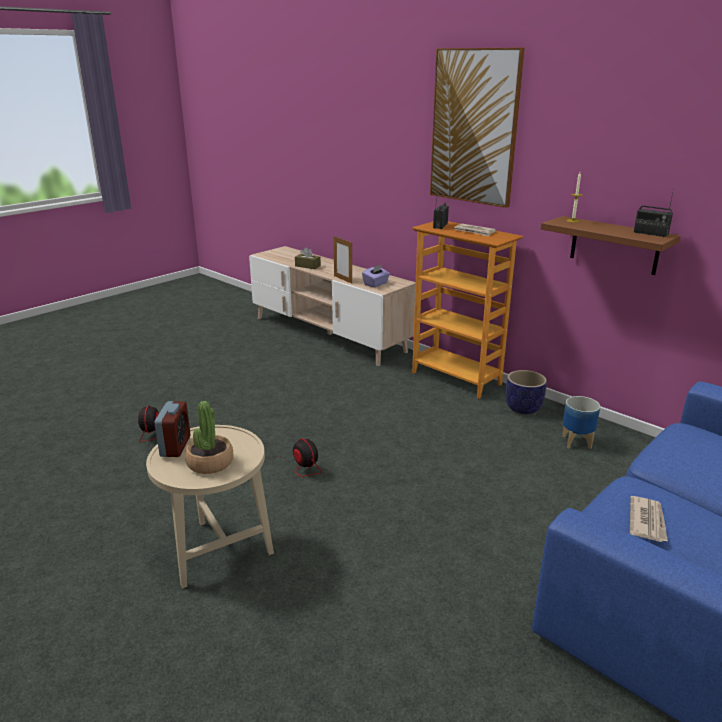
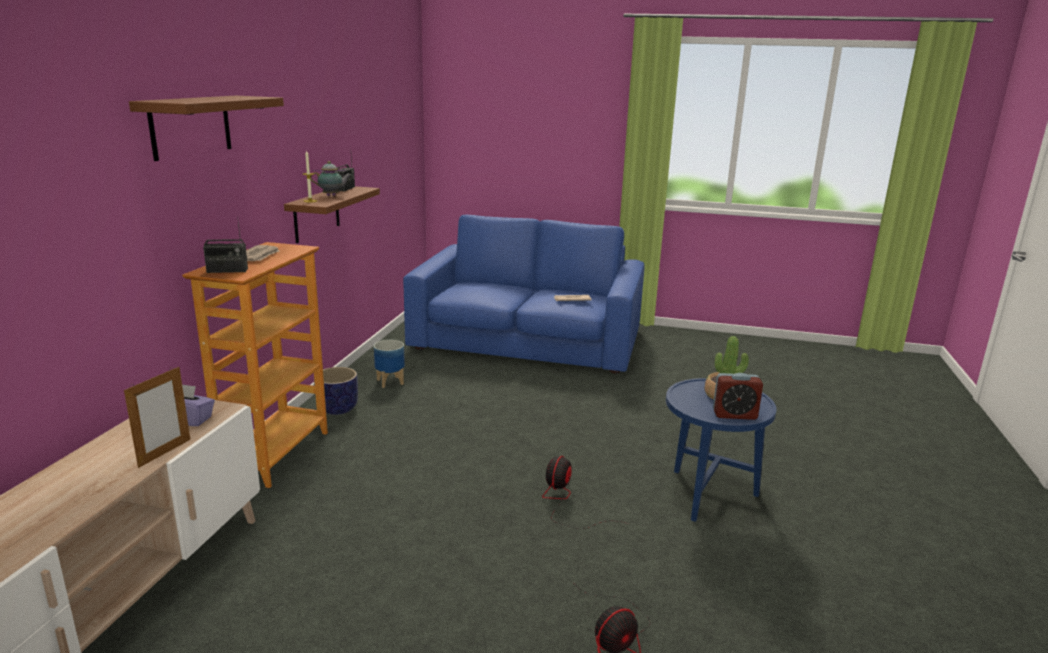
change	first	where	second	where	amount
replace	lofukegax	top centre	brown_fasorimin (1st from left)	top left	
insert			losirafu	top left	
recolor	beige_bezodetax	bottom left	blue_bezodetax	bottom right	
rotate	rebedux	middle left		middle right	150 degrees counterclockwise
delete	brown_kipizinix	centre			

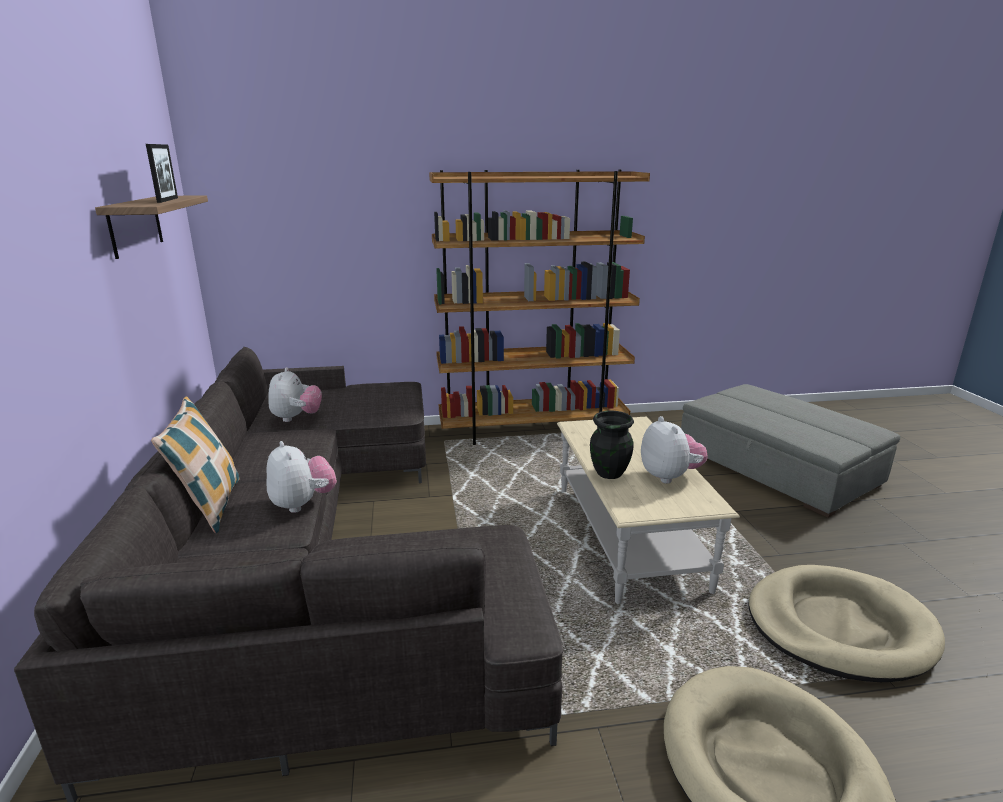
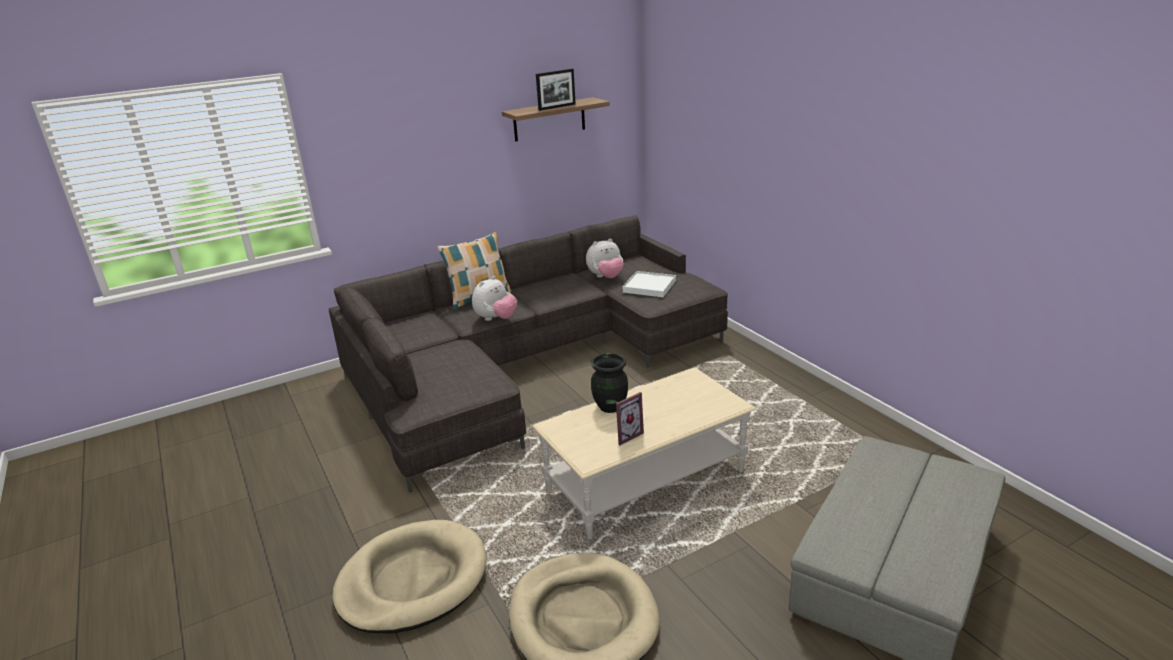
change	first	where	second	where	amount
replace	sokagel (3rd from left)	middle right	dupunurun (2nd from left)	centre	
insert			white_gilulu	centre	
delete	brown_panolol	centre			

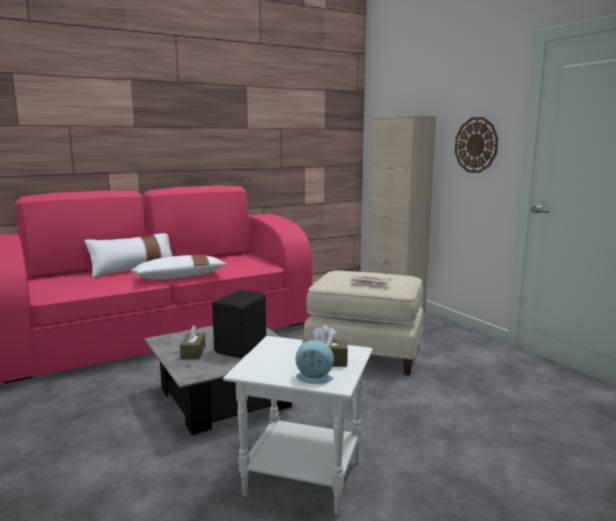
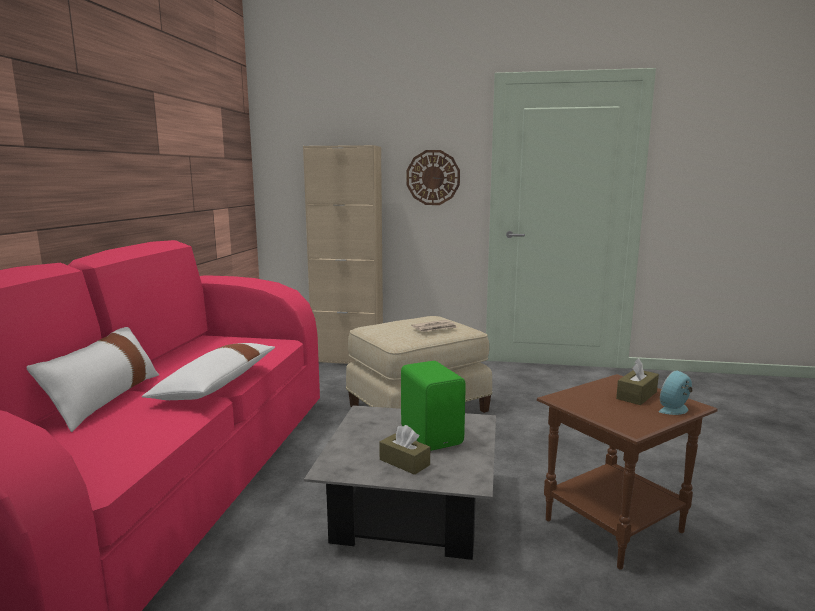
change	first	where	second	where	amount
recolor	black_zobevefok	centre	green_zobevefok	centre	
recolor	white_bezodetax	bottom centre	brown_bezodetax	bottom right	

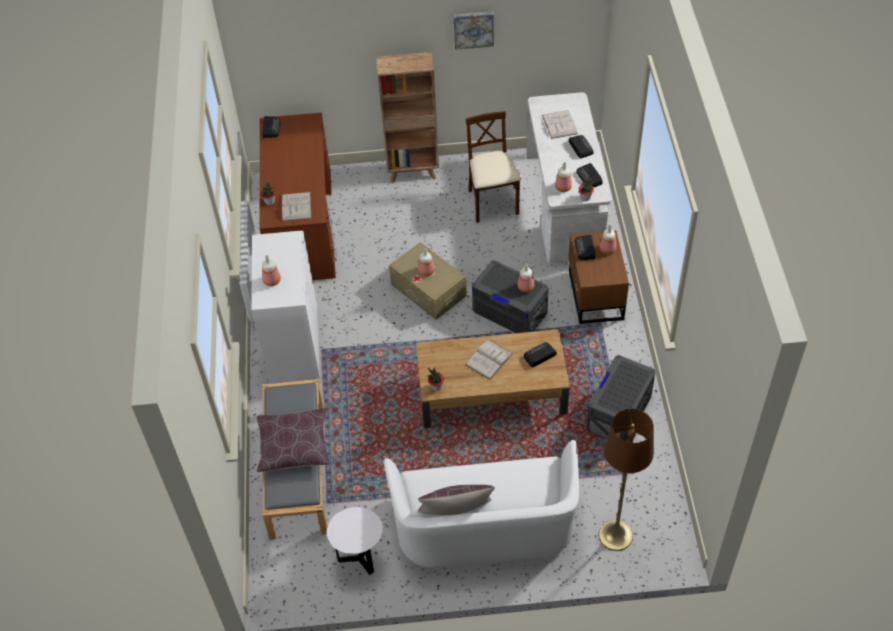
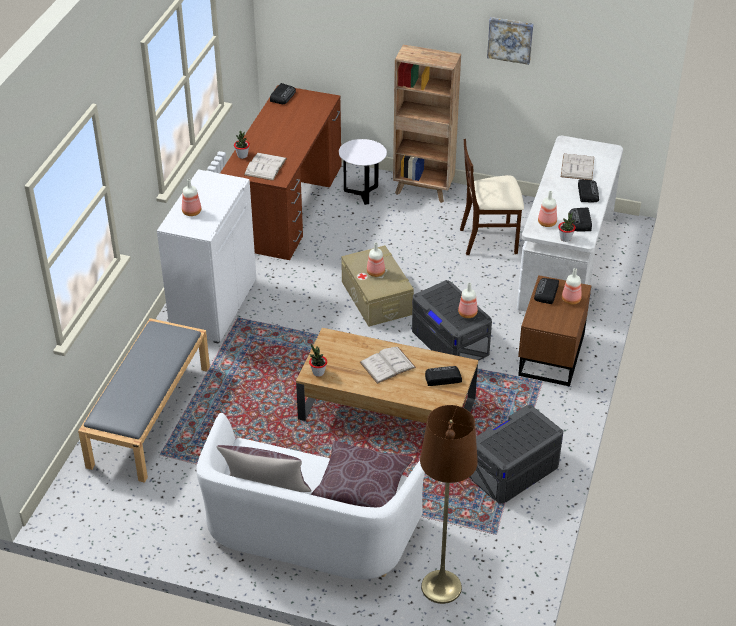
change	first	where	second	where	amount
move	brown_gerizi (1st from left in the first image)	bottom left	brown_gerizi (2nd from left)	bottom centre	
move	white_bezodetax	bottom centre		top centre	
rotate	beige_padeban	top centre		top right	105 degrees counterclockwise

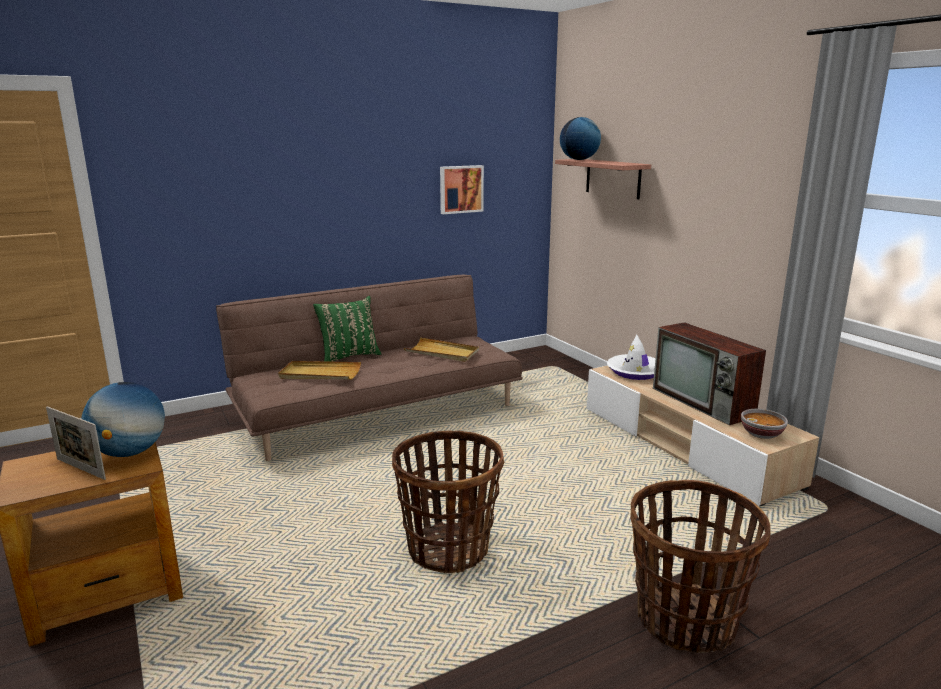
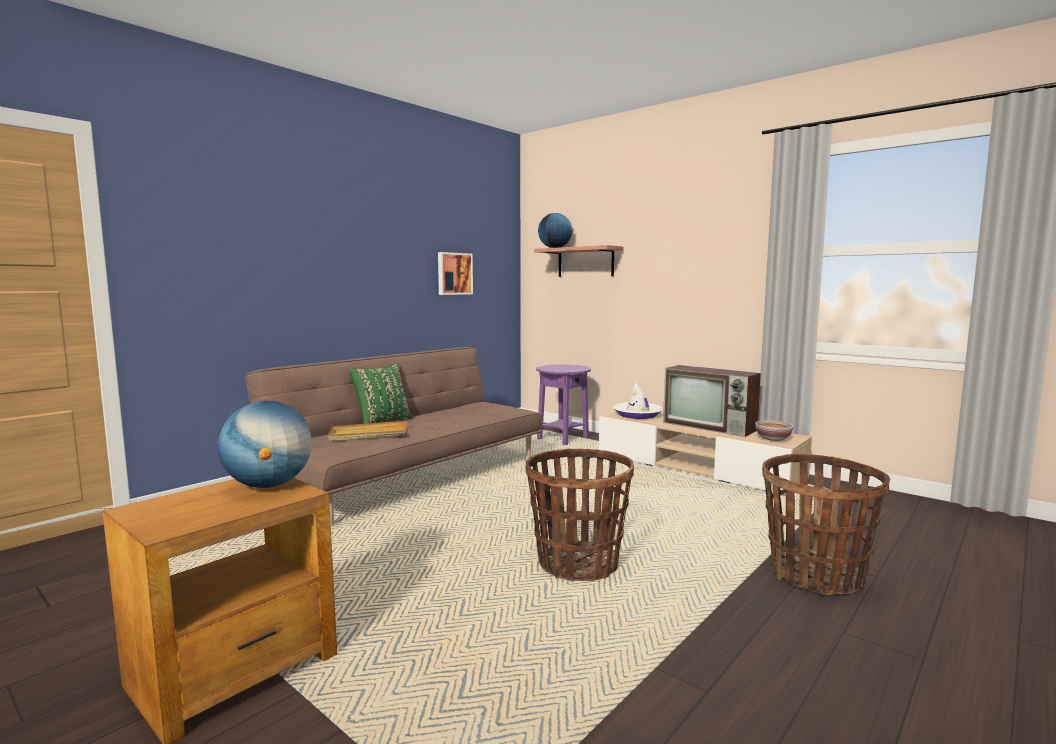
change	first	where	second	where	amount
insert			purple_bezodetax	centre	
delete	dupunurun	middle left			
delete	beige_gilulu (2nd from left)	centre			

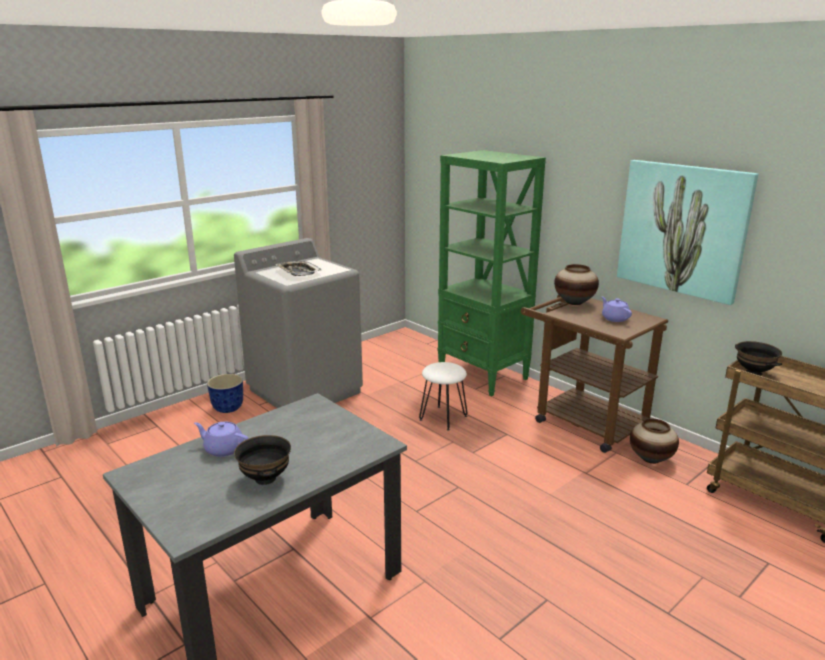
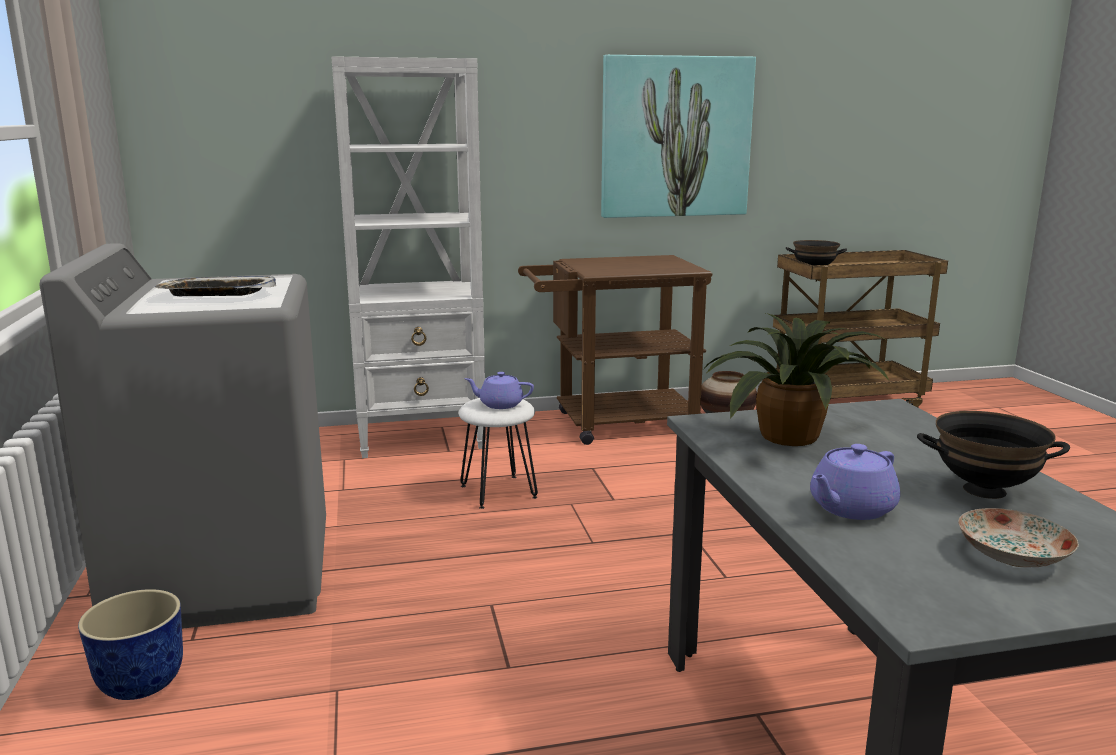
change	first	where	second	where	amount
recolor	green_panolol	centre	white_panolol	centre	
move	purple_losirafu (2nd from left in the first image)	middle right	purple_losirafu (1st from left)	centre	
insert			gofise	middle right	
insert			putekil	bottom right	
delete	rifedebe (1st from left)	middle right			

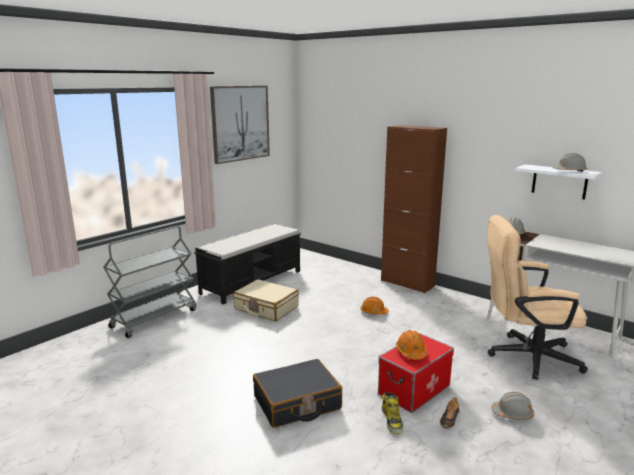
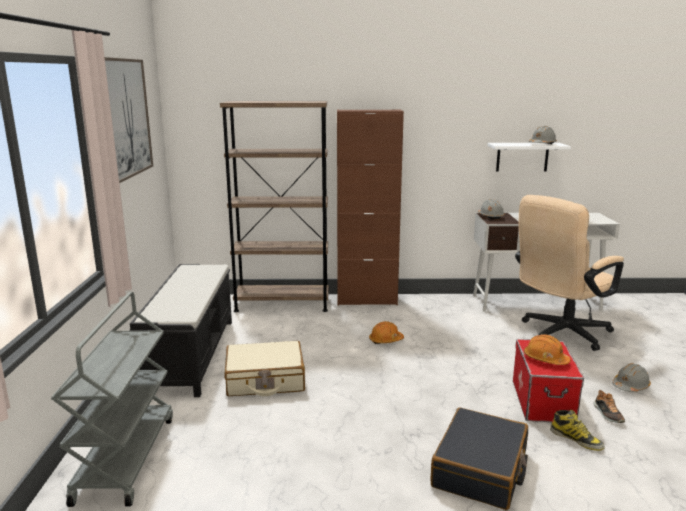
change	first	where	second	where	amount
insert			brown_panolol	centre	

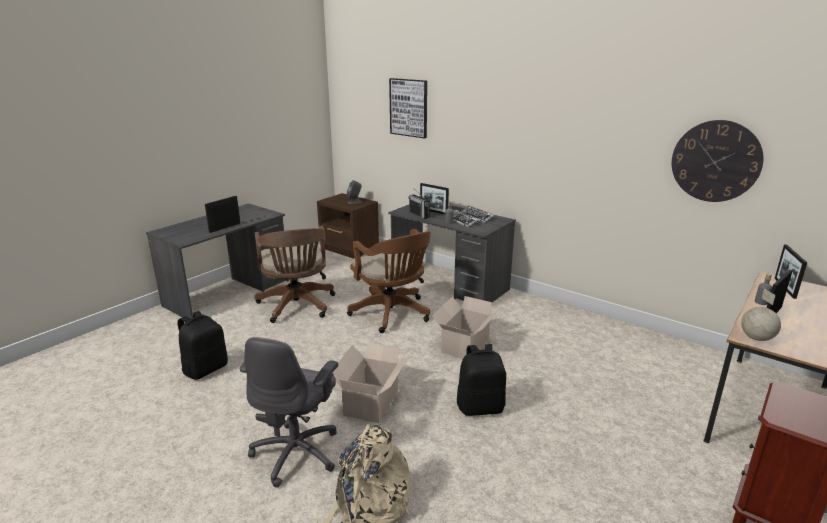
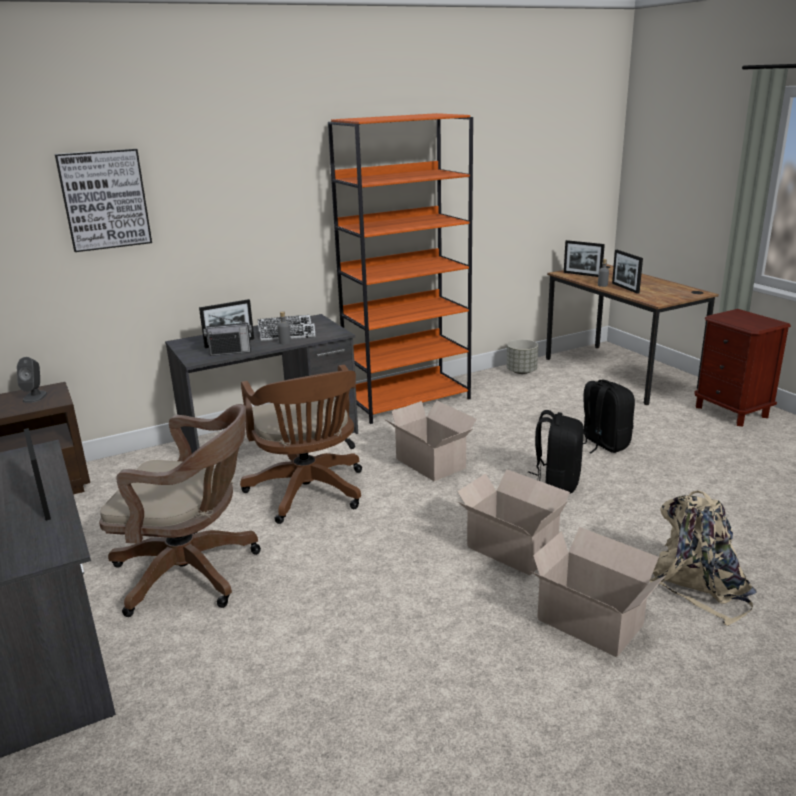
change	first	where	second	where	amount
rotate	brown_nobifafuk (2nd from left)	centre		centre	75 degrees clockwise
insert			orange_panolol	centre	
insert			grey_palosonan	centre	
replace	grey_nobifafuk	bottom centre	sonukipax (3rd from left)	bottom right	
move	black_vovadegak (1st from left in the first image)	middle left	black_vovadegak (2nd from left)	middle right	
delete	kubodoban	top right			
delete	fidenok	middle right			

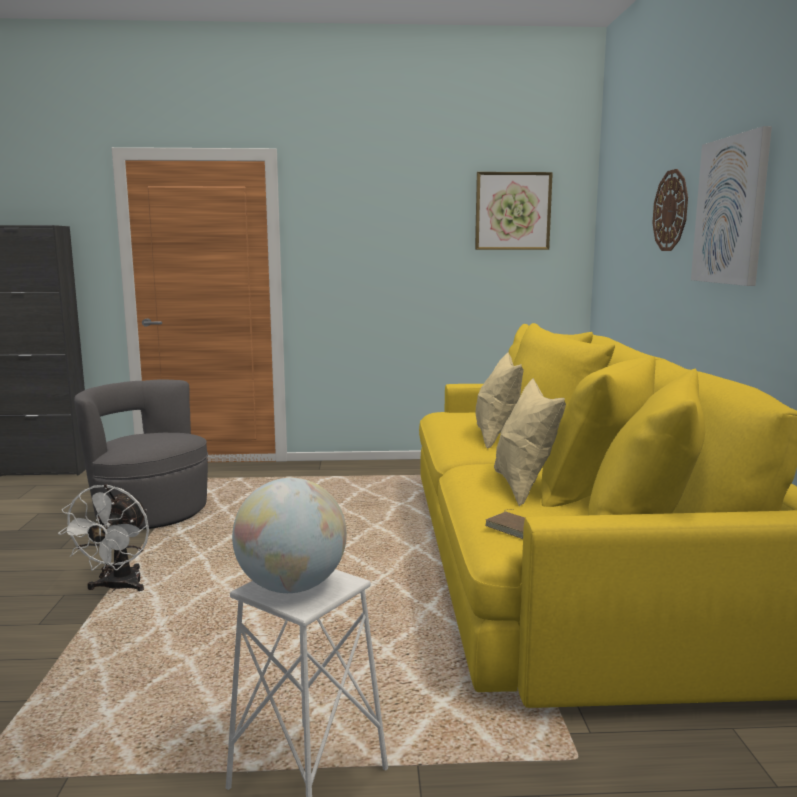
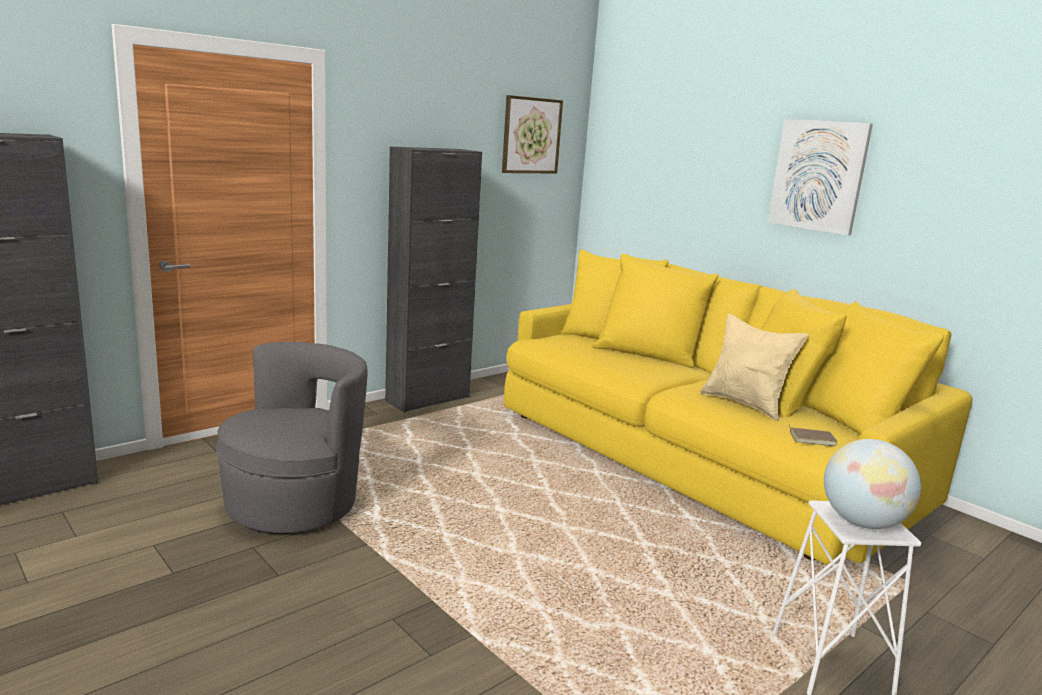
change	first	where	second	where	amount
rotate	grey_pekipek	middle left		middle left	135 degrees clockwise
insert			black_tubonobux (2nd from left)	centre	
delete	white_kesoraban	bottom left			
delete	beige_gerizi (1st from left)	centre			
delete	kubodoban	top right			

